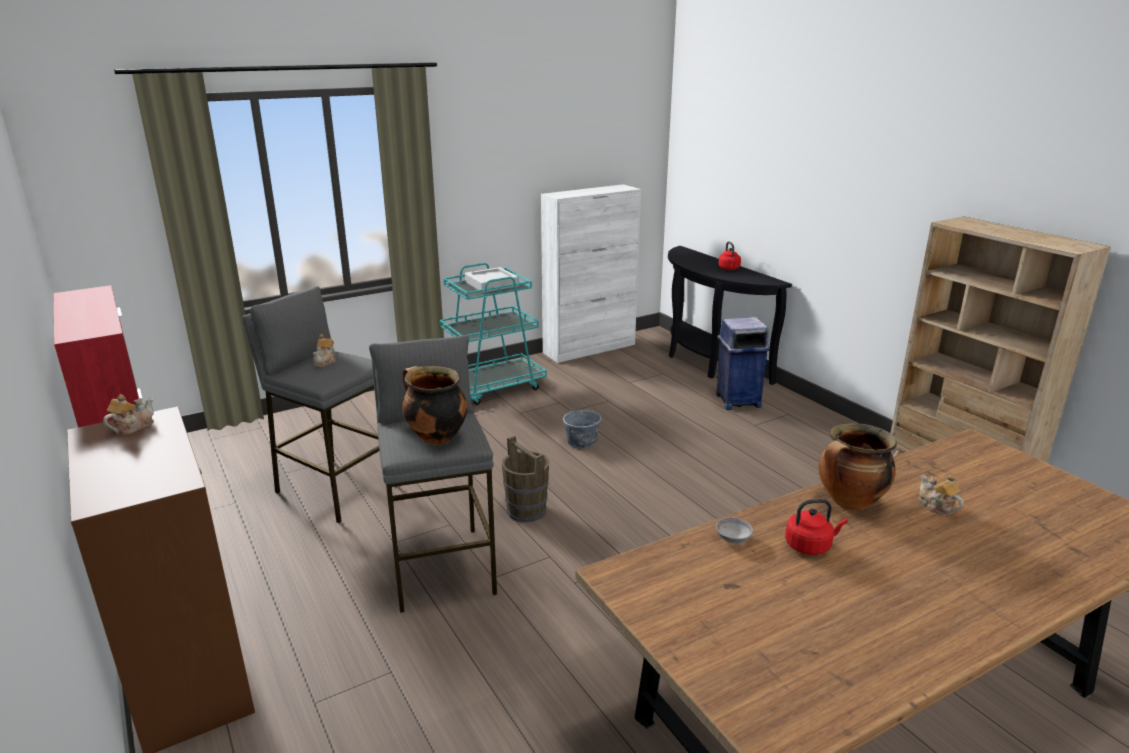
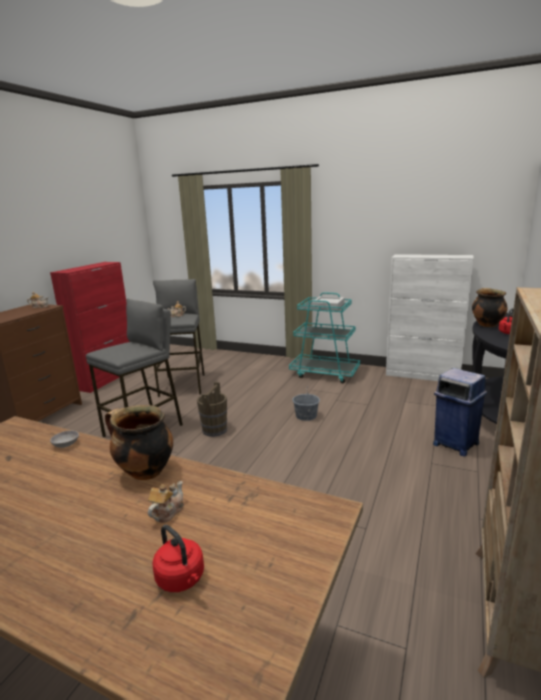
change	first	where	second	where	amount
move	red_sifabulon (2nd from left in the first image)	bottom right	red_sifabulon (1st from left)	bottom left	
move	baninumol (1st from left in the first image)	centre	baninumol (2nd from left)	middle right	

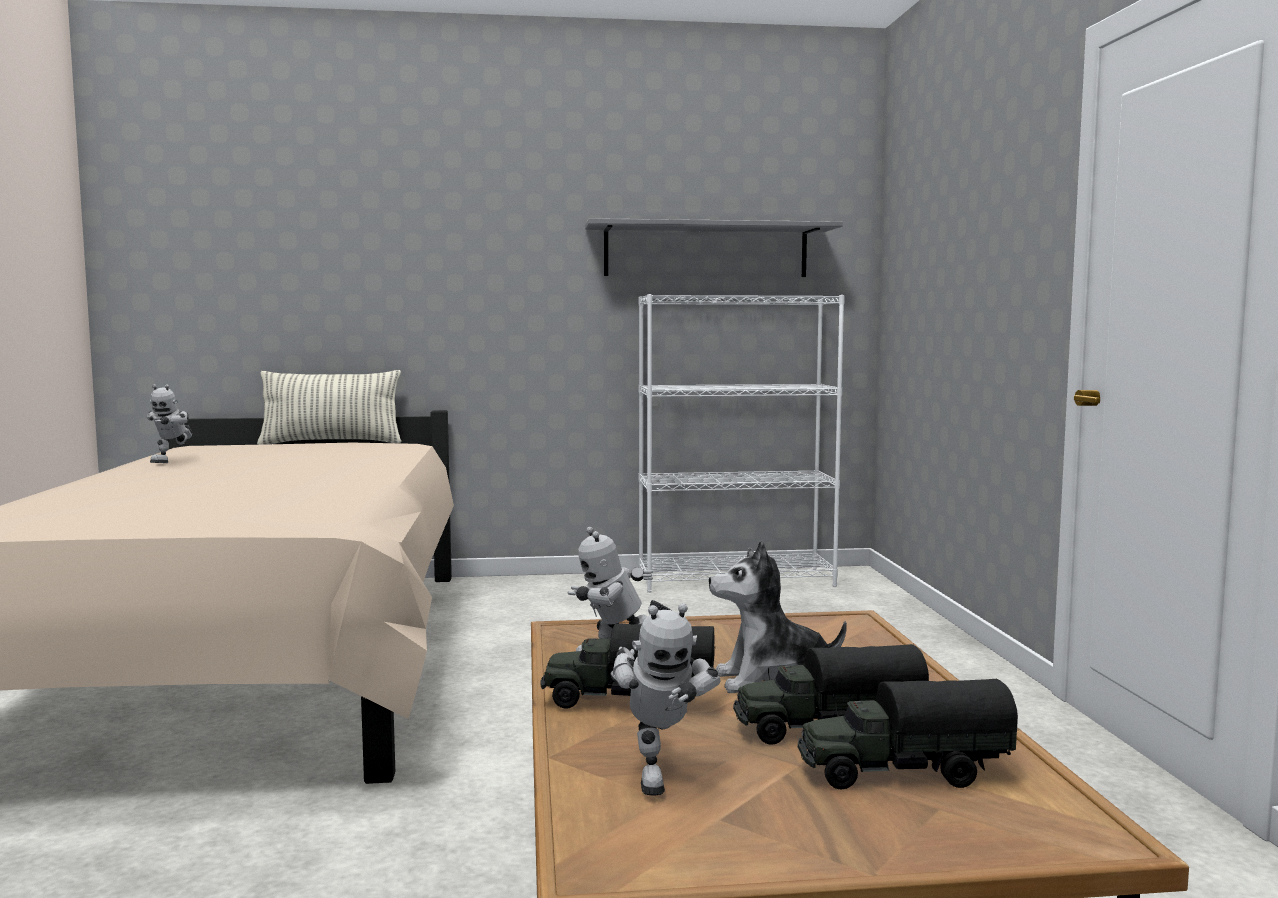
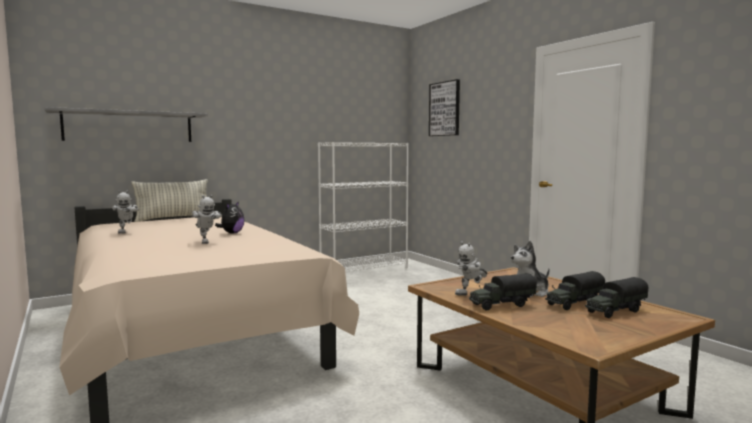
change	first	where	second	where	amount
move	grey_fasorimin	top centre		top left	
move	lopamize (3rd from left in the first image)	bottom centre	lopamize (2nd from left)	middle left	
insert			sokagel (1st from left)	middle left	
insert			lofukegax	top centre	

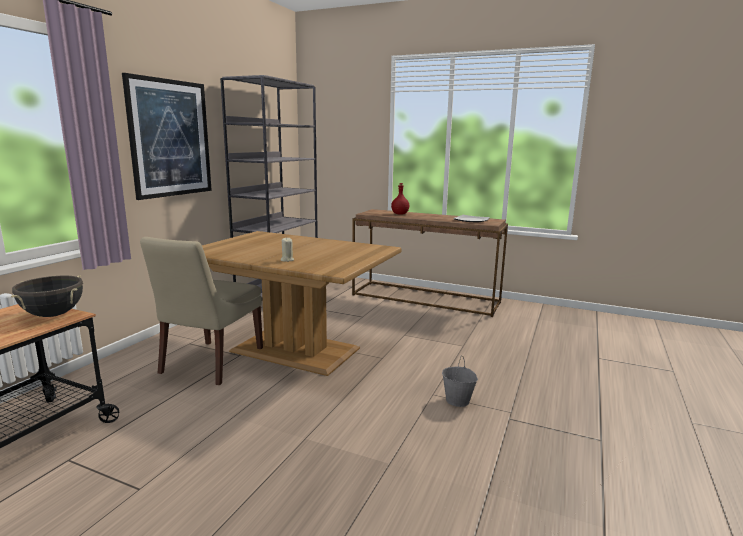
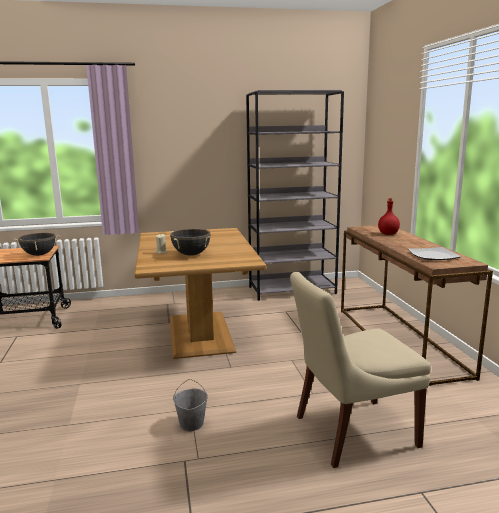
change	first	where	second	where	amount
insert			black_baninumol (2nd from left)	centre	
move	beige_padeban	middle left		bottom right	
delete	lofukegax	top left			

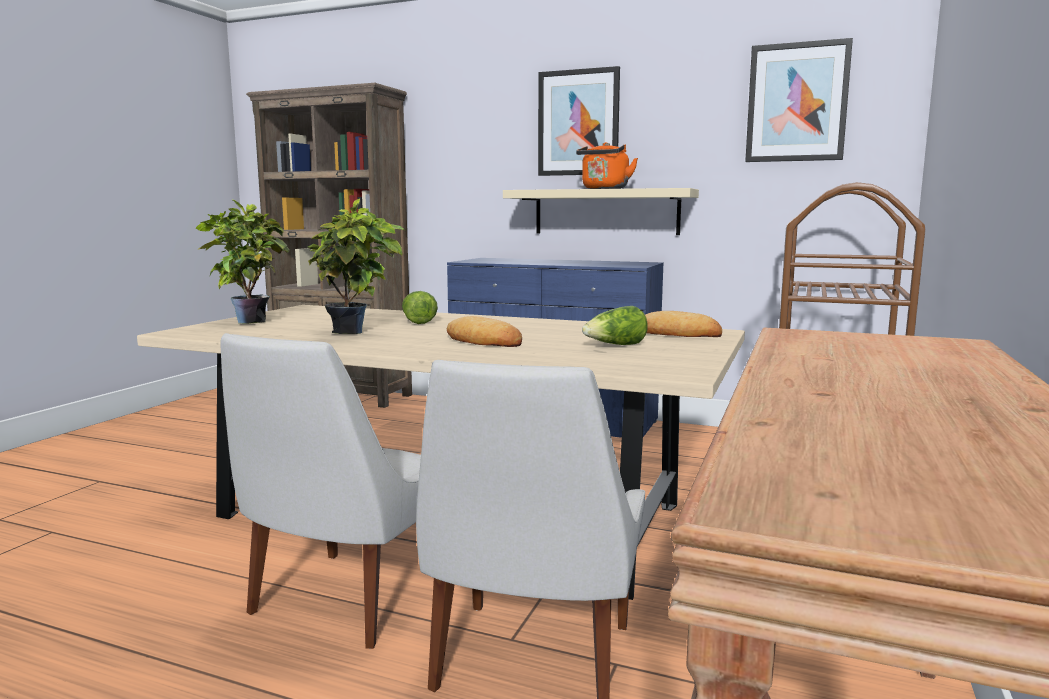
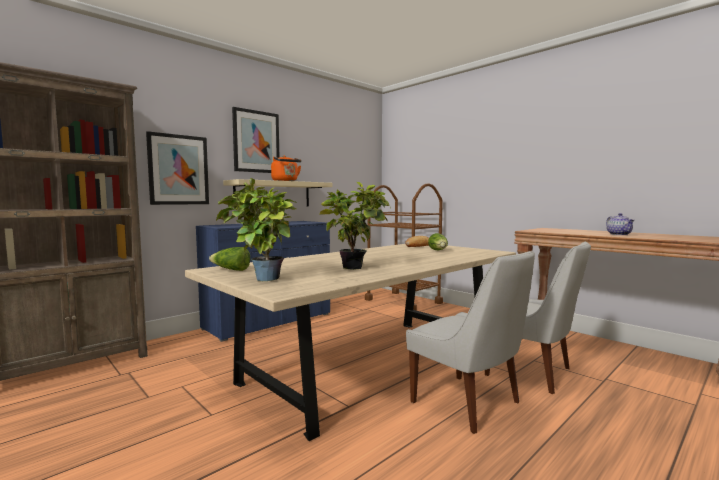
change	first	where	second	where	amount
move	lofukegax (2nd from left in the first image)	top right	lofukegax (1st from left)	middle left	
move	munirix (1st from left)	centre		middle left	
insert			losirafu	middle right	
delete	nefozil (1st from left)	centre			

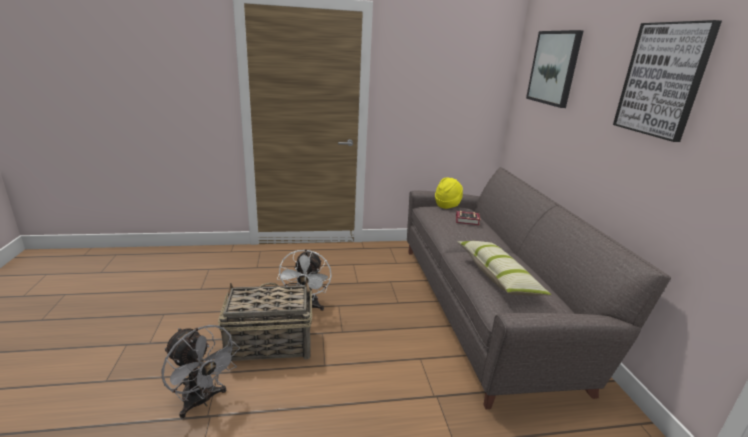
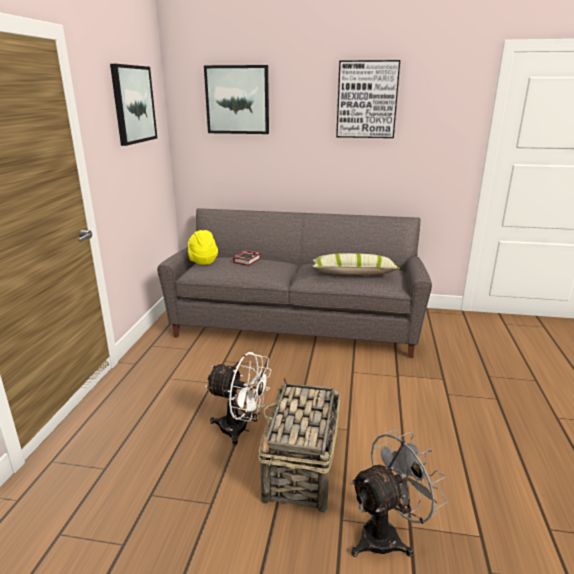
change	first	where	second	where	amount
insert			lofukegax (1st from left)	top left	

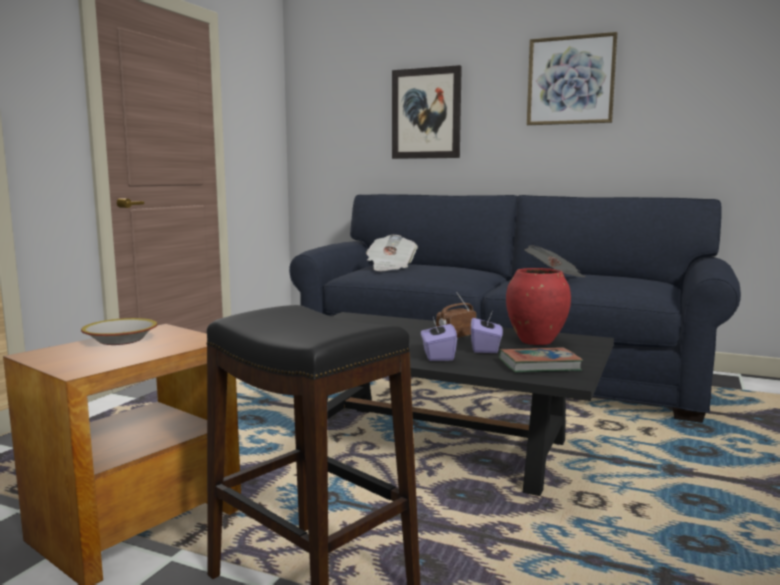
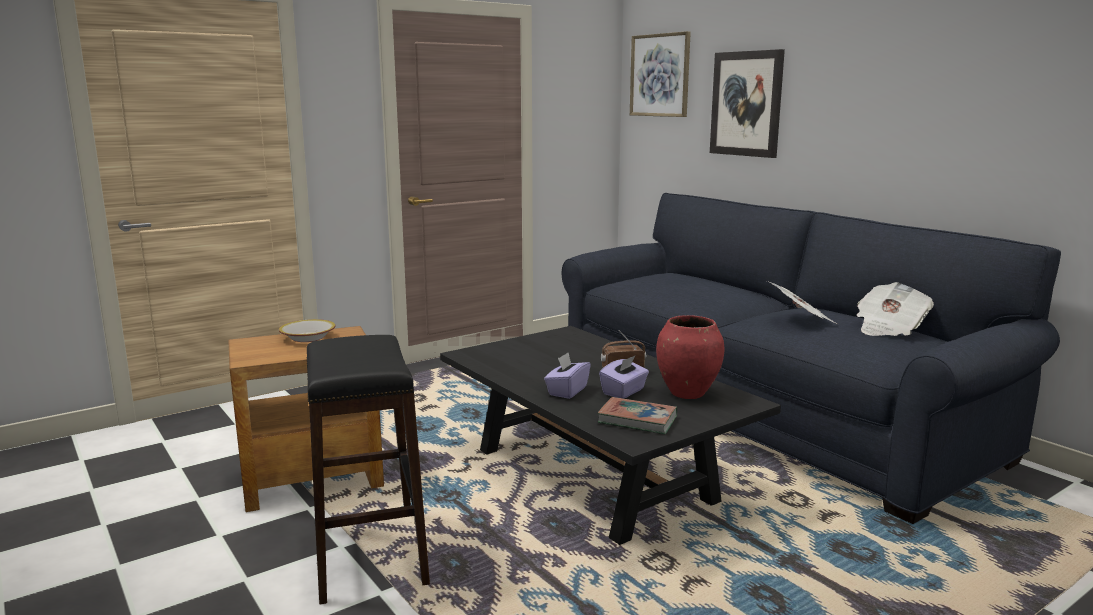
change	first	where	second	where	amount
move	lofukegax (2nd from left in the first image)	top right	lofukegax (1st from left)	top centre	
move	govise (1st from left in the first image)	centre	govise (2nd from left)	middle right	

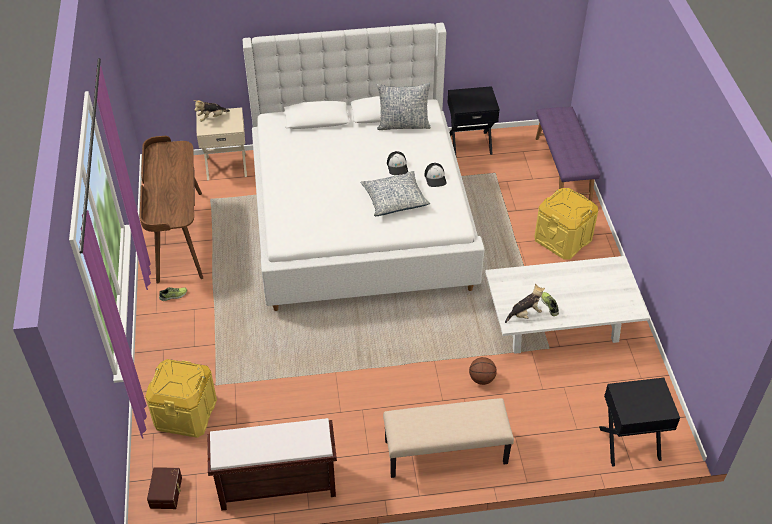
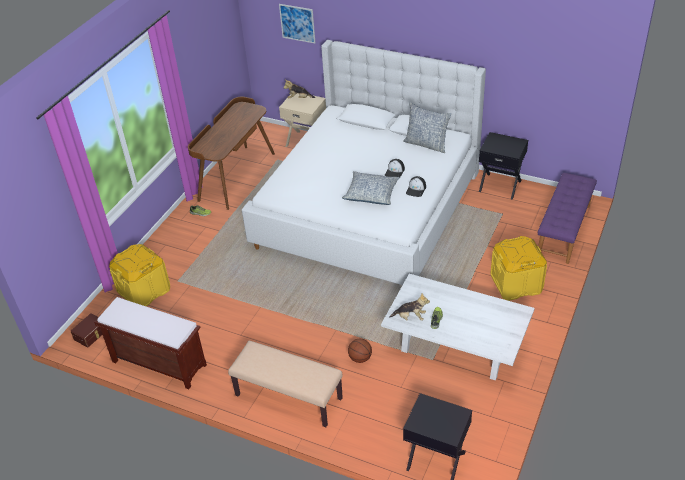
change	first	where	second	where	amount
insert			lofukegax	top centre	

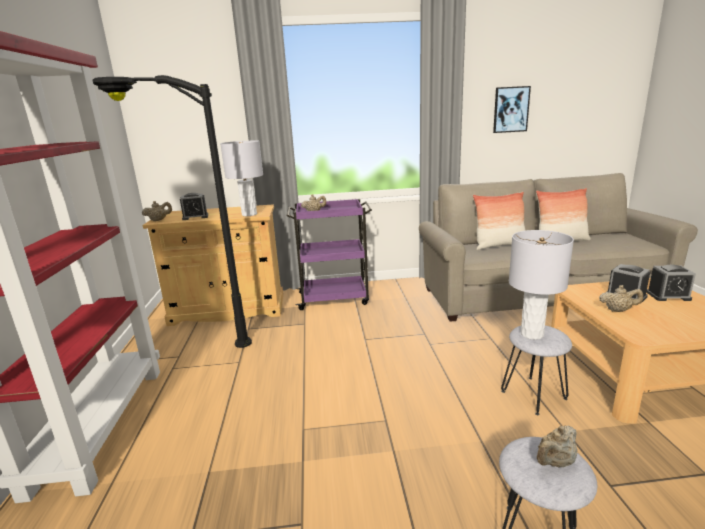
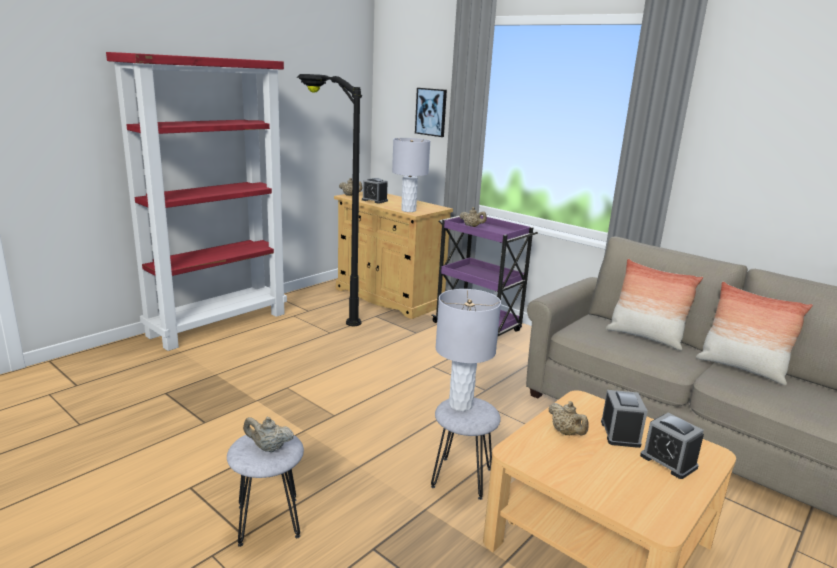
change	first	where	second	where	amount
move	lofukegax	top right		top centre	

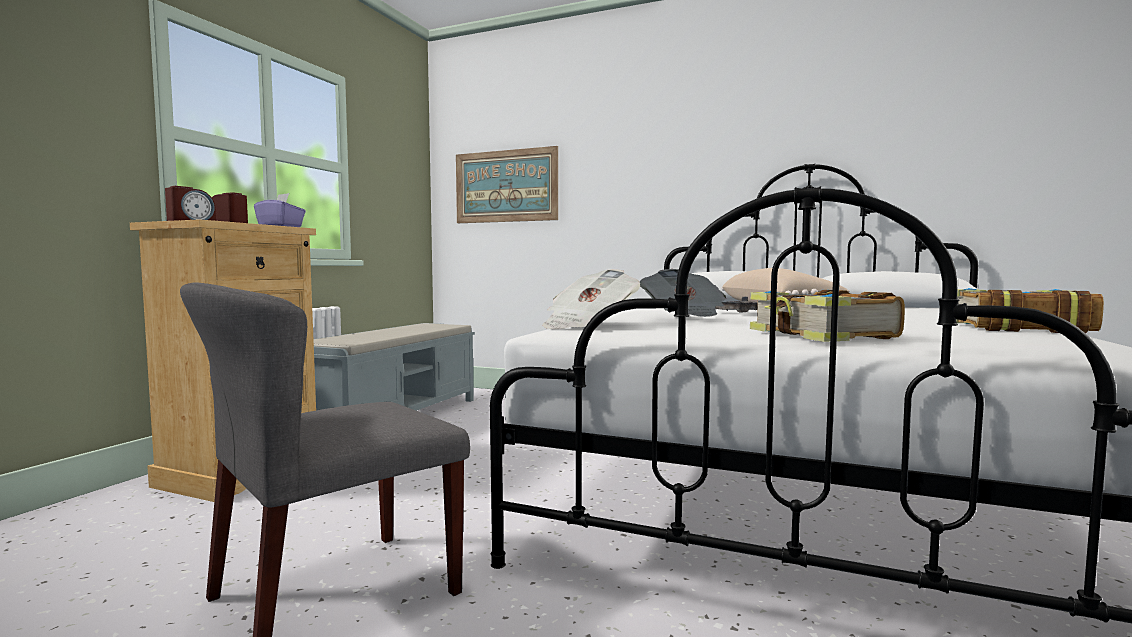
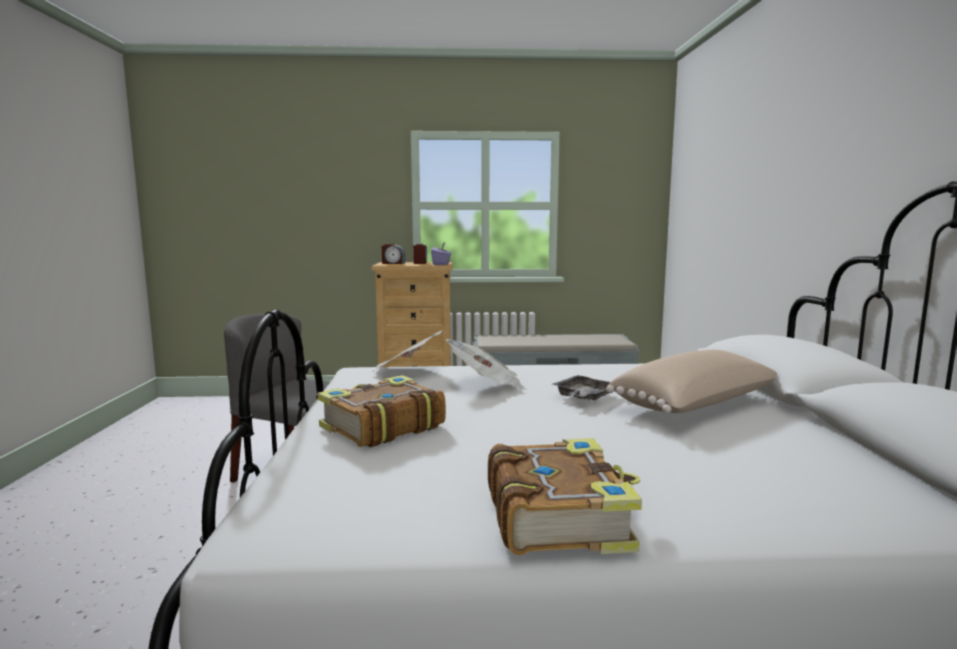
change	first	where	second	where	amount
delete	lofukegax	top centre			

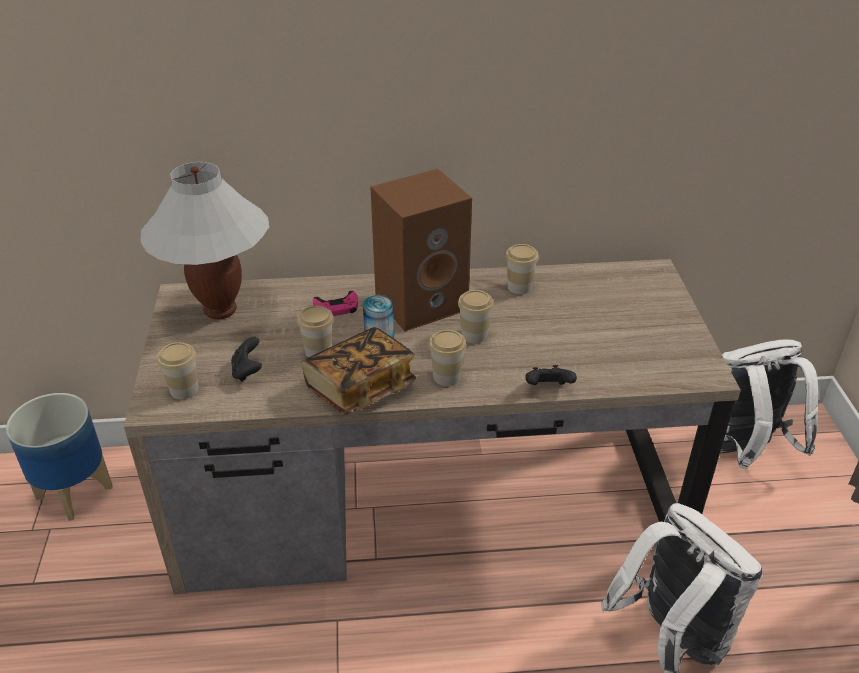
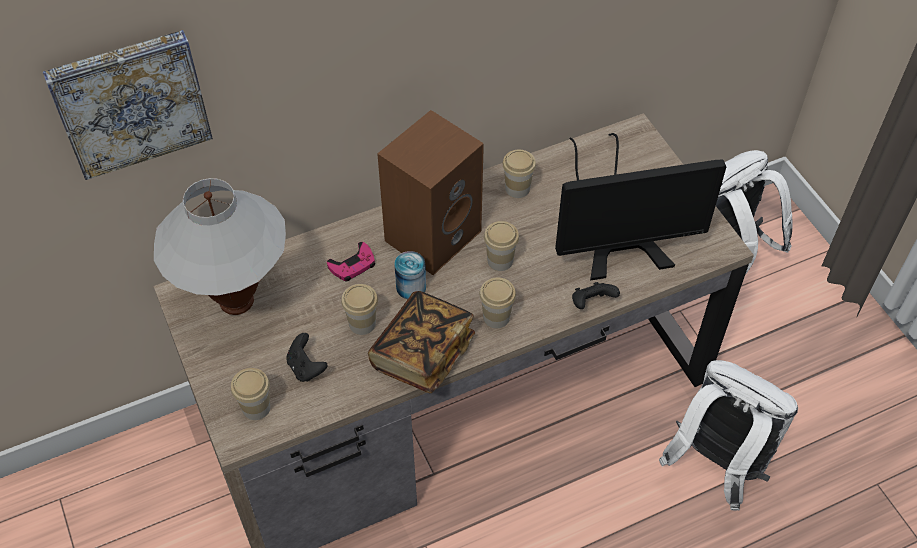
change	first	where	second	where	amount
insert			lofukegax	top left	
insert			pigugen	middle right	
delete	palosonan	bottom left			

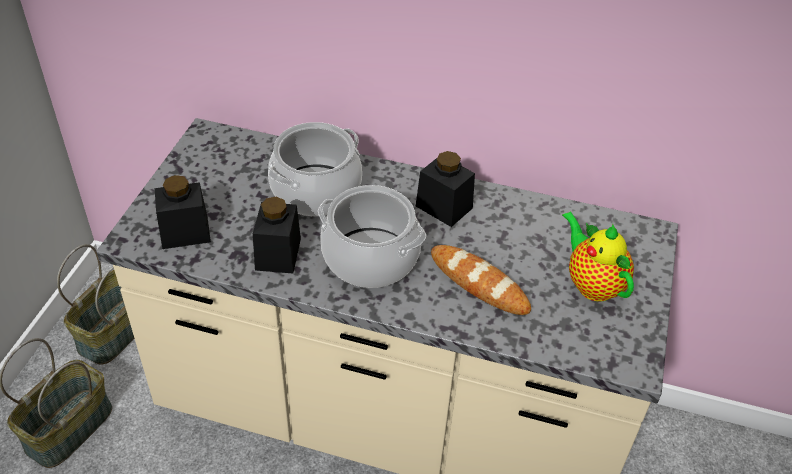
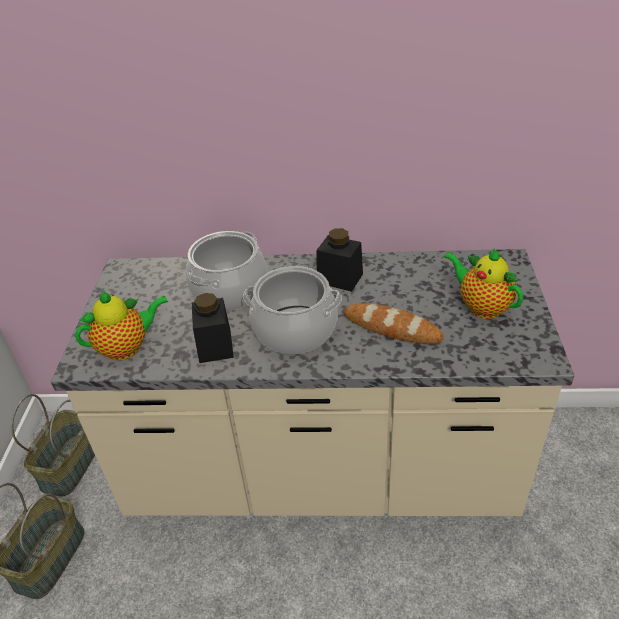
change	first	where	second	where	amount
replace	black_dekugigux (1st from left)	middle left	losirafu (1st from left)	middle left	

